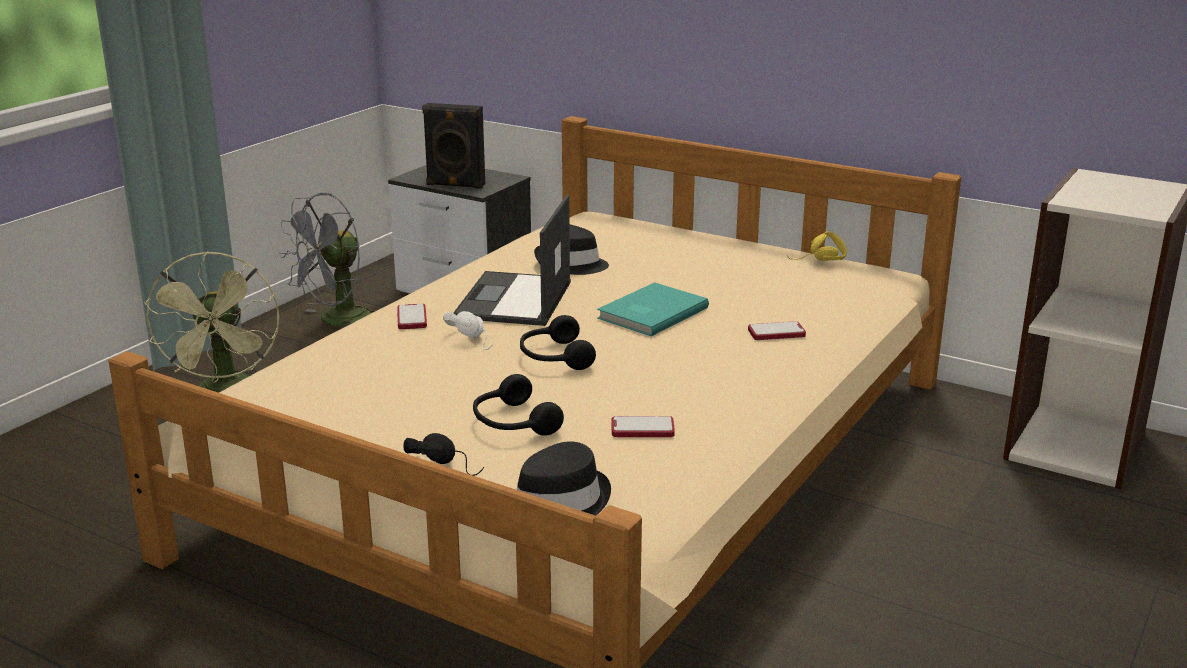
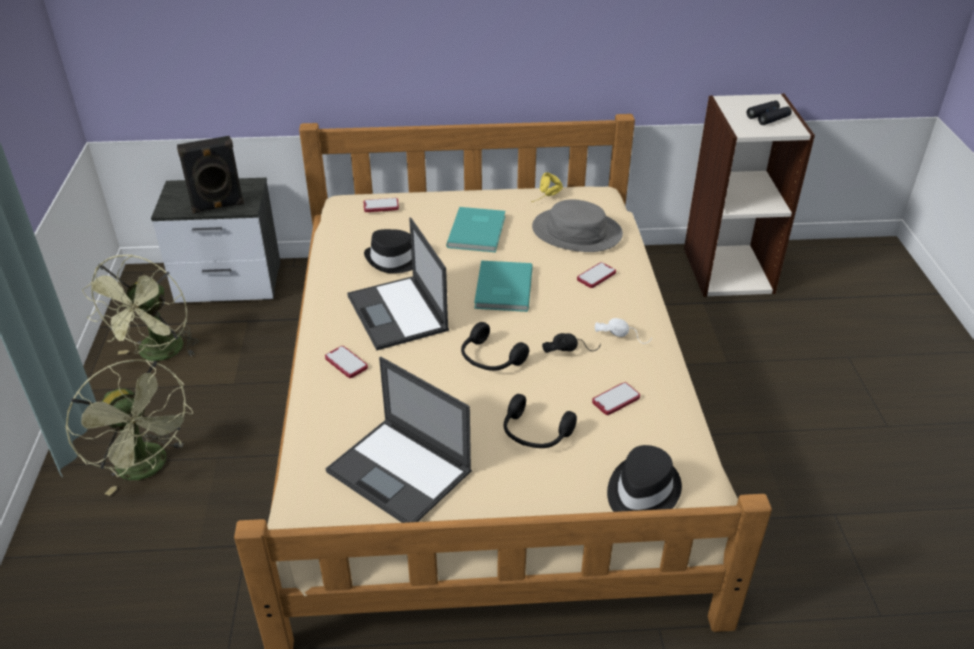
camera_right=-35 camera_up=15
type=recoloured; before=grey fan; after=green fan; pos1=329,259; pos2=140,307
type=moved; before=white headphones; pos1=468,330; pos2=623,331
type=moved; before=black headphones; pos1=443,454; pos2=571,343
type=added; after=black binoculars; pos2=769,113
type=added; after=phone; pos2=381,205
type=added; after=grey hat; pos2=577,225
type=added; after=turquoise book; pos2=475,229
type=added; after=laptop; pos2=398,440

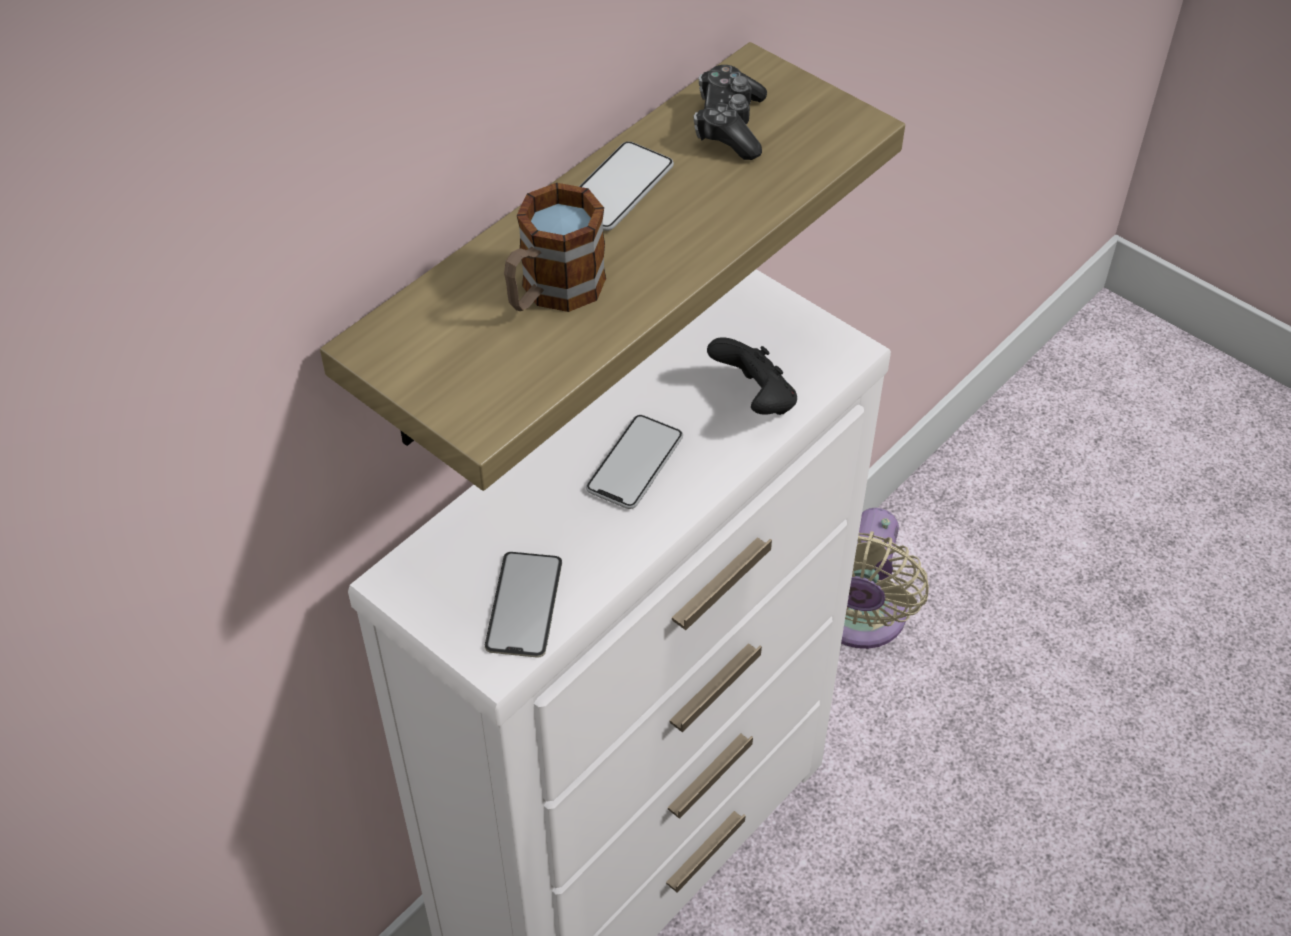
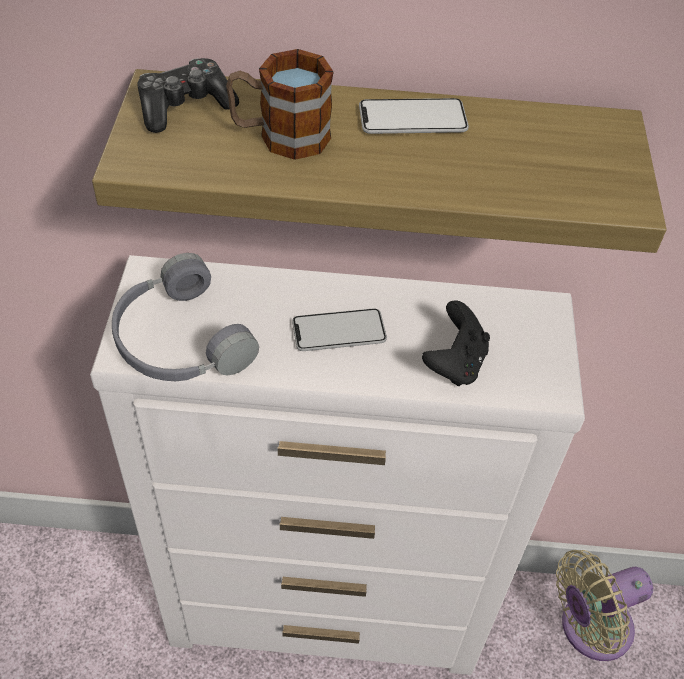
camera_right=50 camera_up=0
type=moved; before=game controller; pos1=730,112; pos2=188,95
type=replaced; before=phone; after=grey headphones; pos1=523,605; pos2=185,317

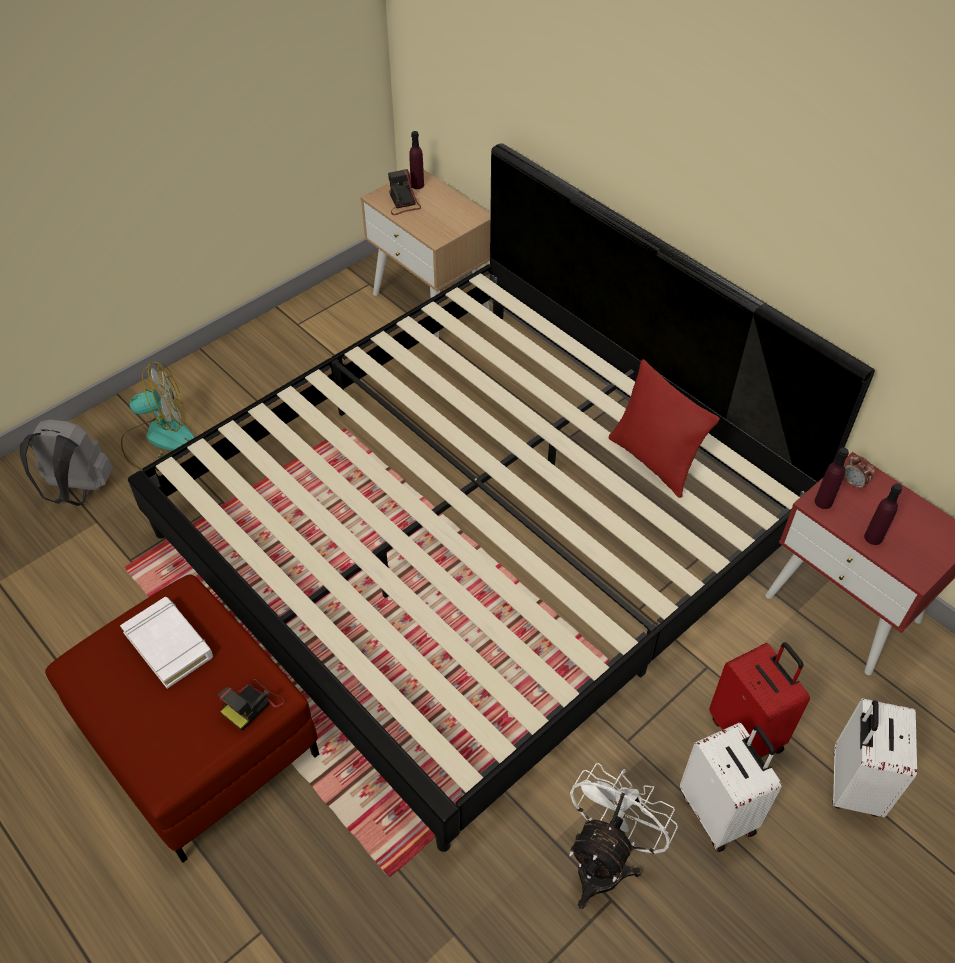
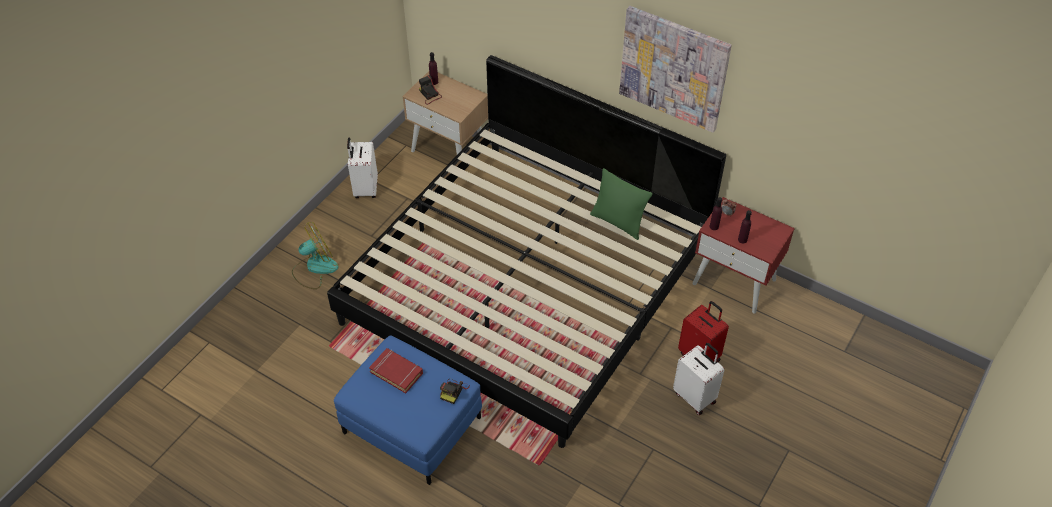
camera_right=-15 camera_up=0
type=recoloured; before=red pillow; after=green pillow; pos1=664,428; pos2=621,204
type=removed; before=grey backpack; pos1=66,462
type=recoloured; before=red ottoman; after=blue ottoman; pos1=182,718; pos2=408,410
type=recoloured; before=white book; after=red book; pos1=166,643; pos2=396,370
type=moved; before=white suitcase; pos1=875,757; pos2=362,168
type=removed; before=white fan; pos1=623,836
type=added; after=picture; pos2=675,69

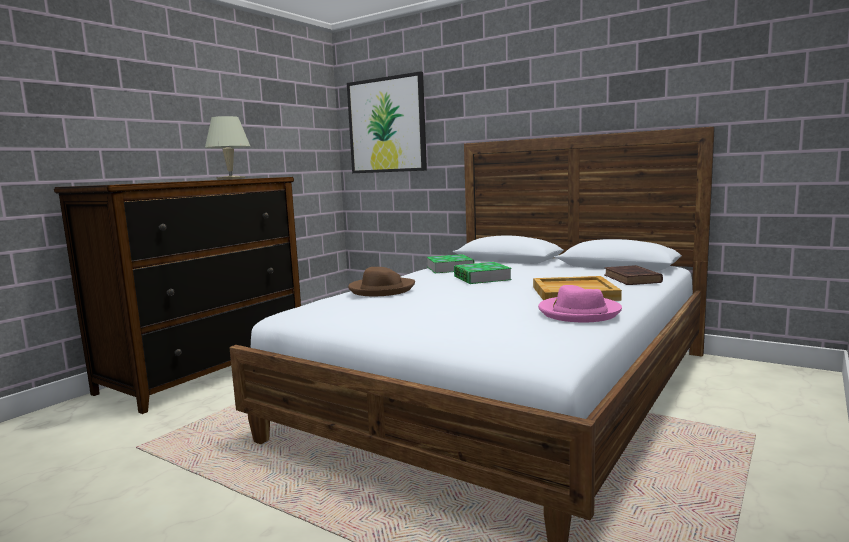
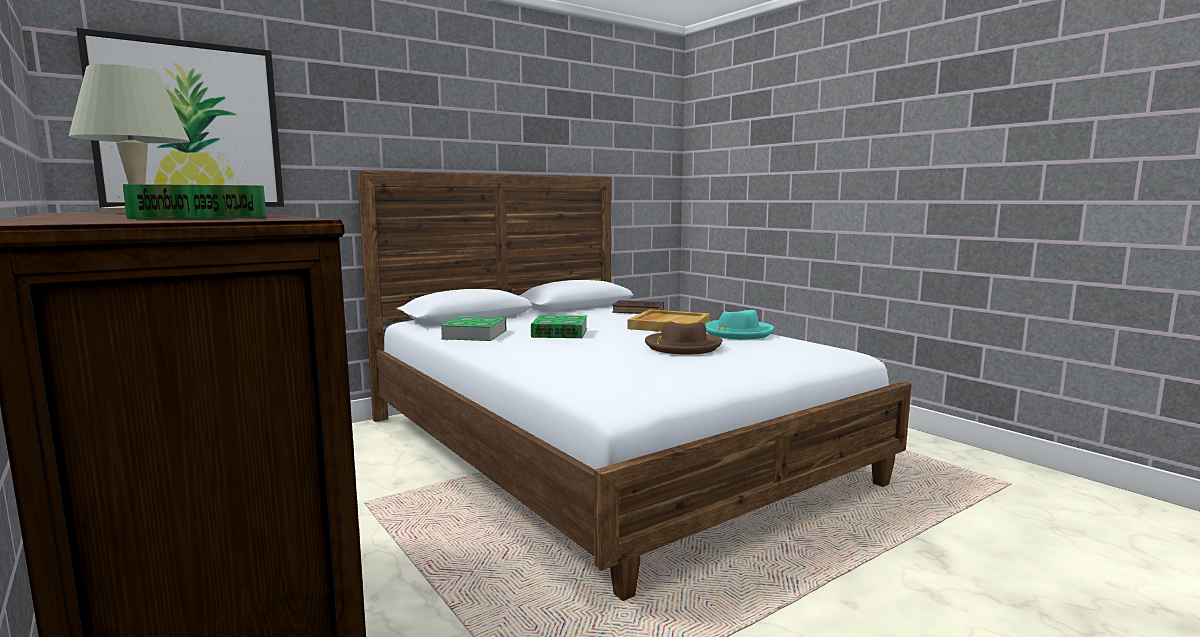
camera_right=-70 camera_up=0
type=moved; before=brown hat; pos1=381,281; pos2=683,338
type=recoloured; before=pink hat; after=turquoise hat; pos1=580,303; pos2=739,324
type=added; after=book; pos2=194,201

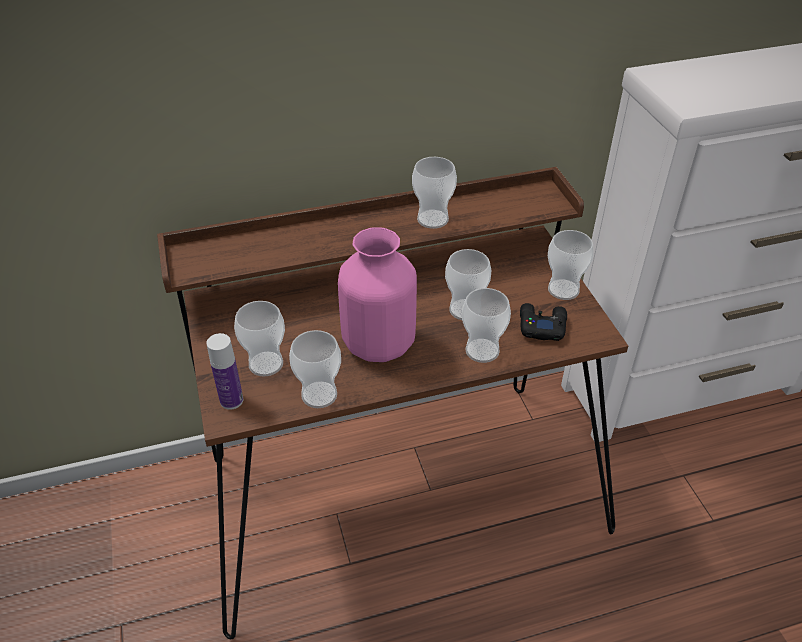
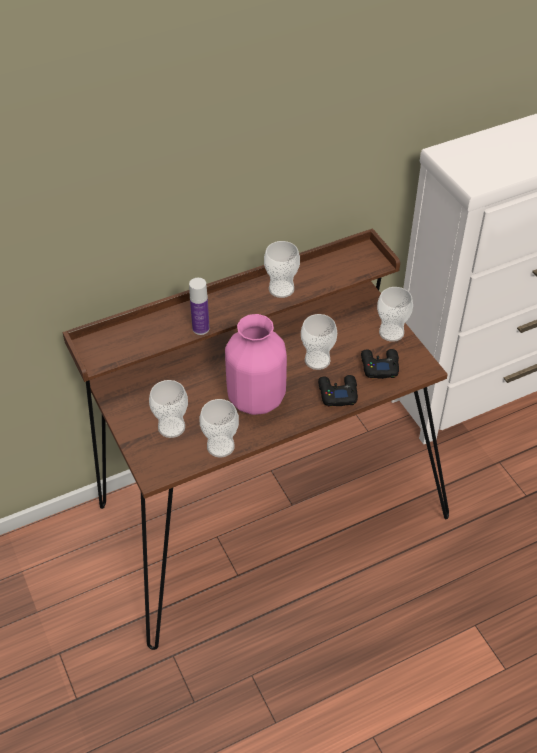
camera_right=-10 camera_up=5
type=replaced; before=cup; after=black game controller; pos1=486,325; pos2=338,391
type=moved; before=bottle; pos1=224,371; pos2=199,306

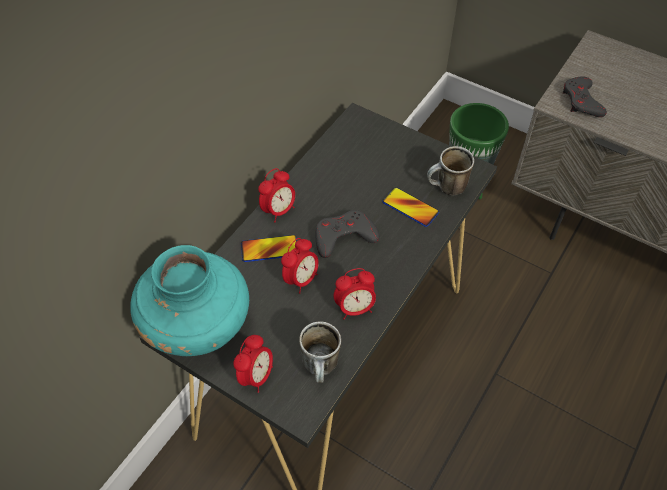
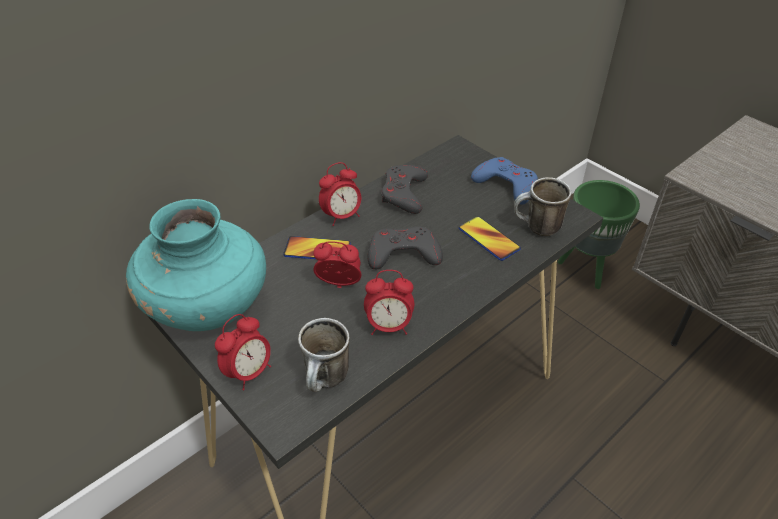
camera_right=15 camera_up=-10
type=moved; before=grey game controller; pos1=585,96; pos2=404,189
type=turned; before=alarm clock; pos1=300,265; pos2=337,264; turn=-135
type=added; after=blue game controller; pos2=504,181

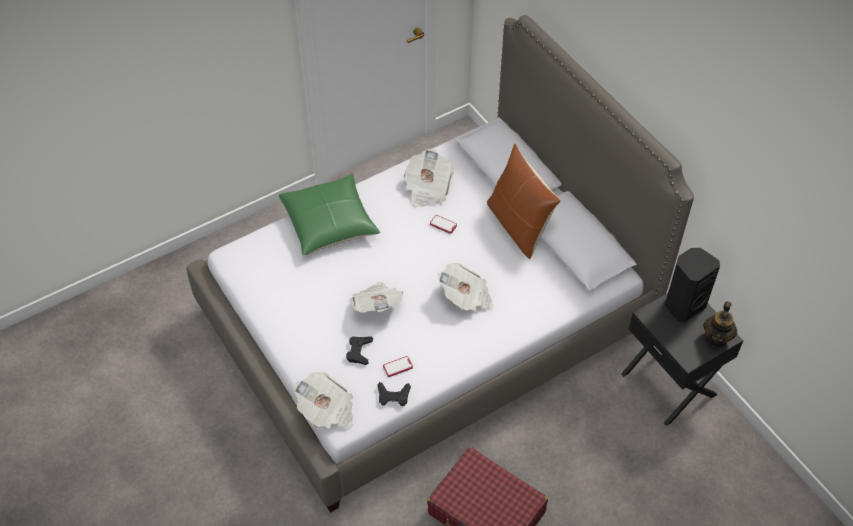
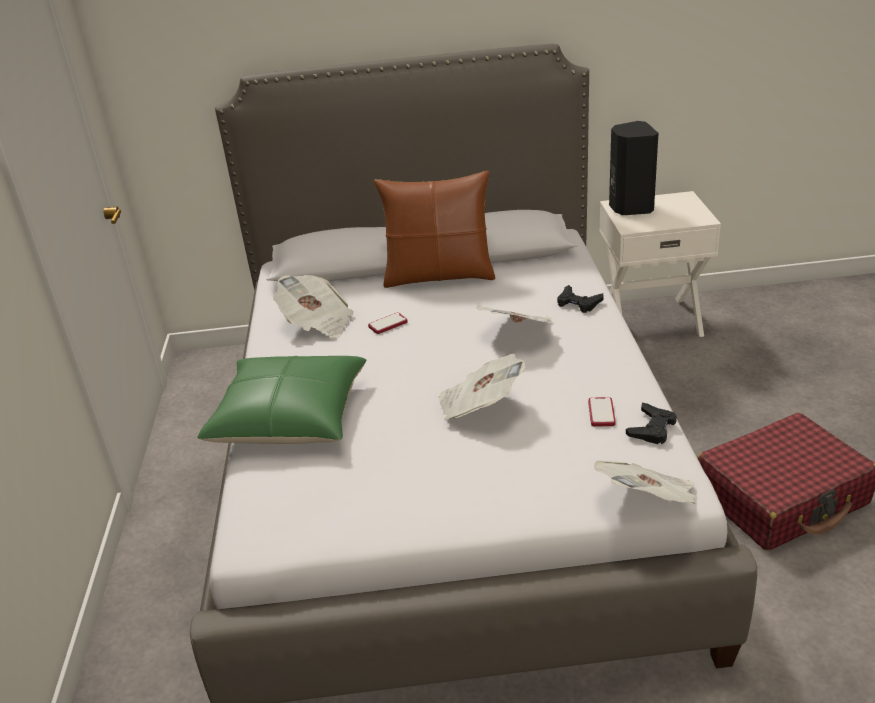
camera_right=-60 camera_up=-20
type=recoloured; before=black nightstand; after=white nightstand; pos1=682,359; pos2=660,264
type=removed; before=teapot; pos1=720,324
type=moved; before=black game controller; pos1=359,350; pos2=580,299

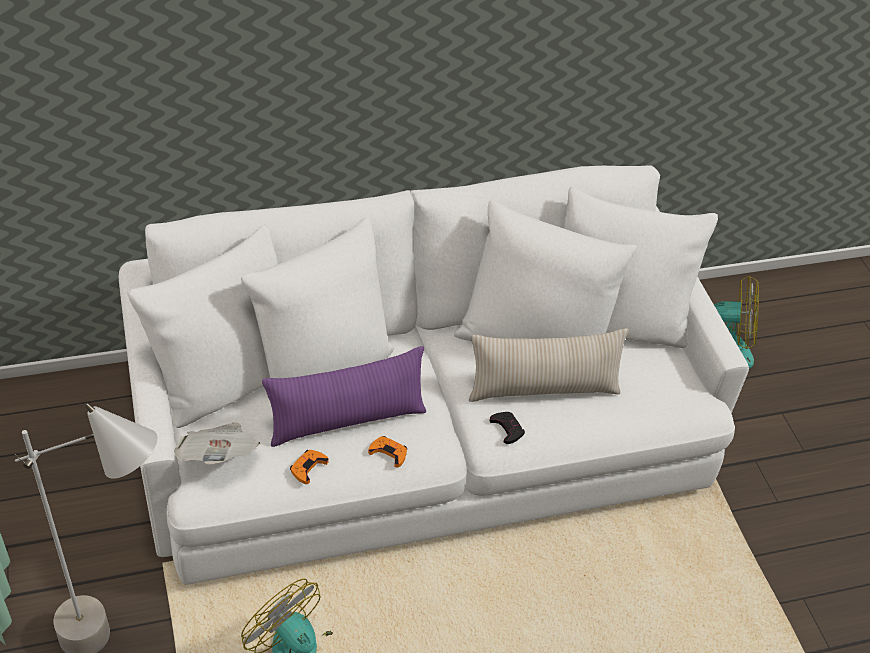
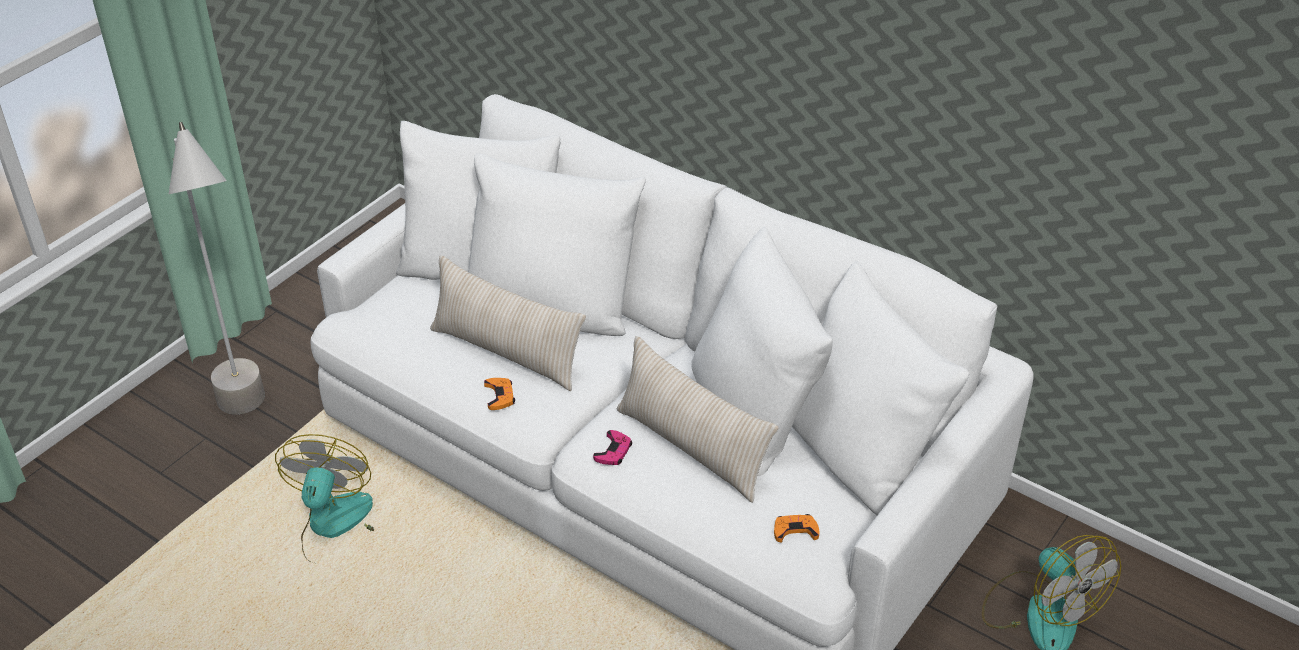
camera_right=55 camera_up=-5
type=recoloured; before=purple pillow; after=beige pillow; pos1=344,396; pos2=508,323
type=recoloured; before=black game controller; after=pink game controller; pos1=507,428; pos2=612,447
type=removed; before=newspaper; pos1=217,443
type=moved; before=orange game controller; pos1=309,467; pos2=797,528

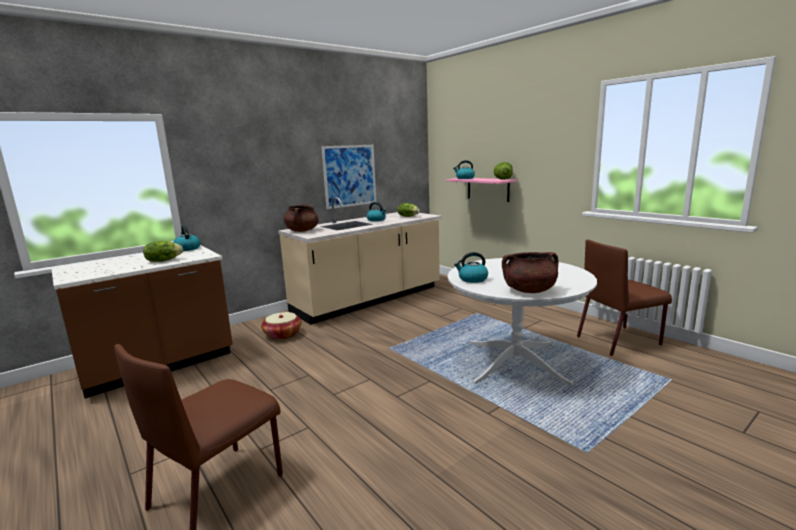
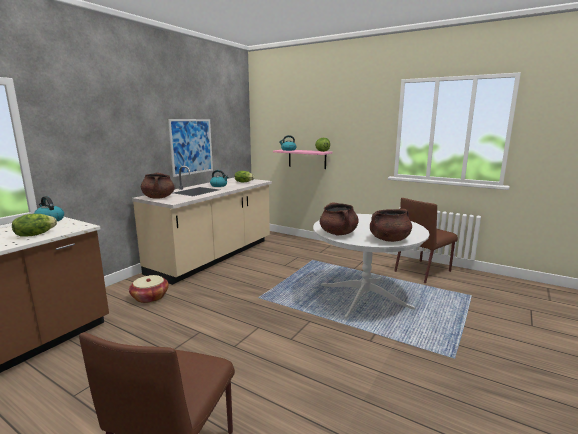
camera_right=-20 camera_up=0
type=replaced; before=kettle; after=brown cooking pot; pos1=471,267; pos2=339,219

